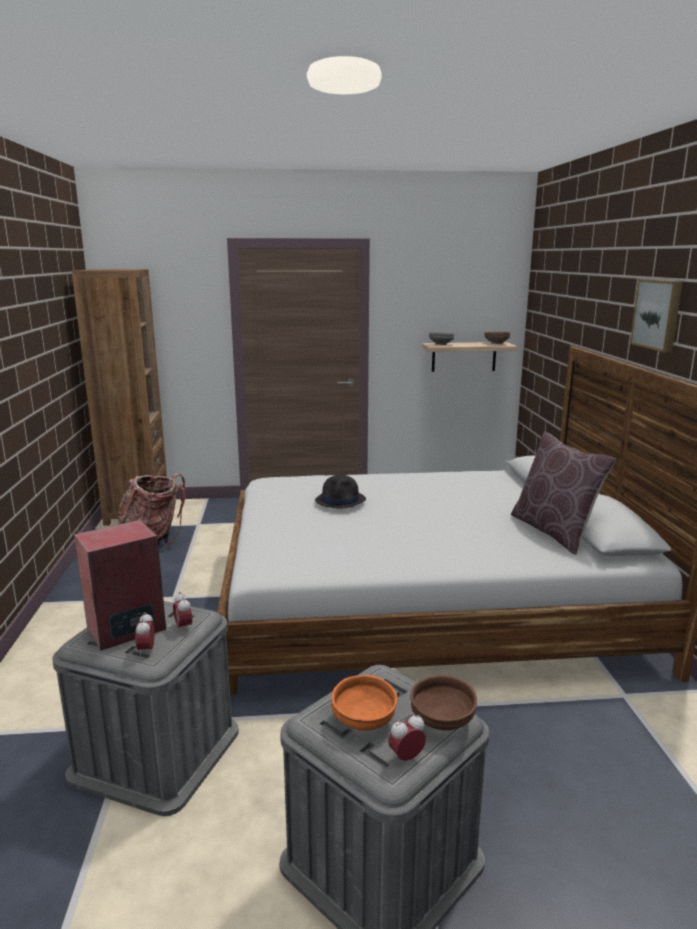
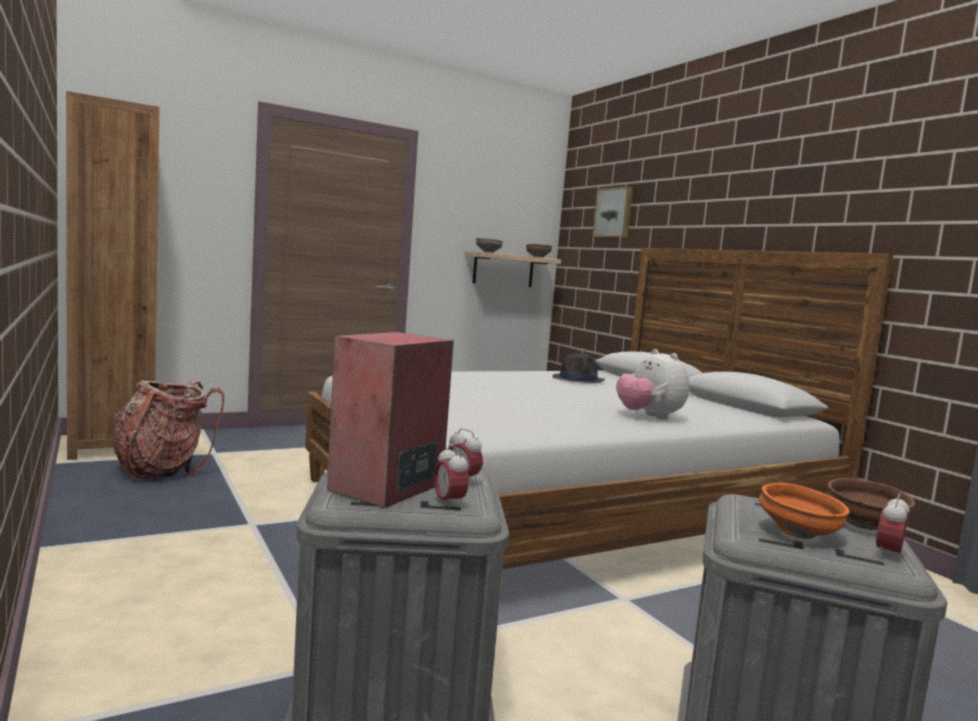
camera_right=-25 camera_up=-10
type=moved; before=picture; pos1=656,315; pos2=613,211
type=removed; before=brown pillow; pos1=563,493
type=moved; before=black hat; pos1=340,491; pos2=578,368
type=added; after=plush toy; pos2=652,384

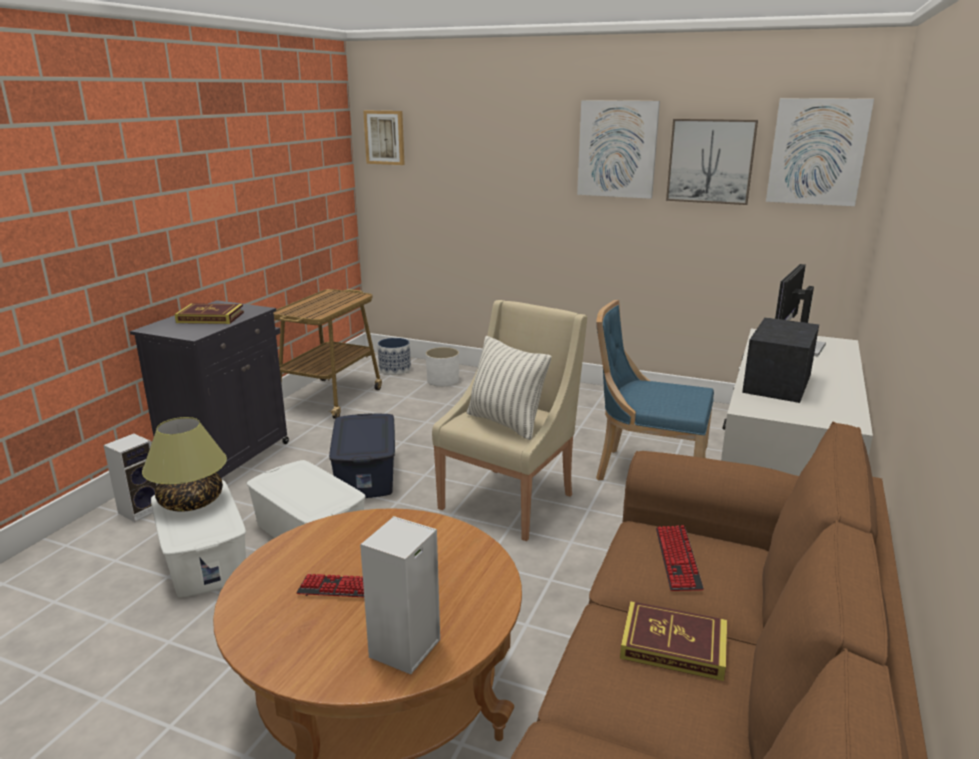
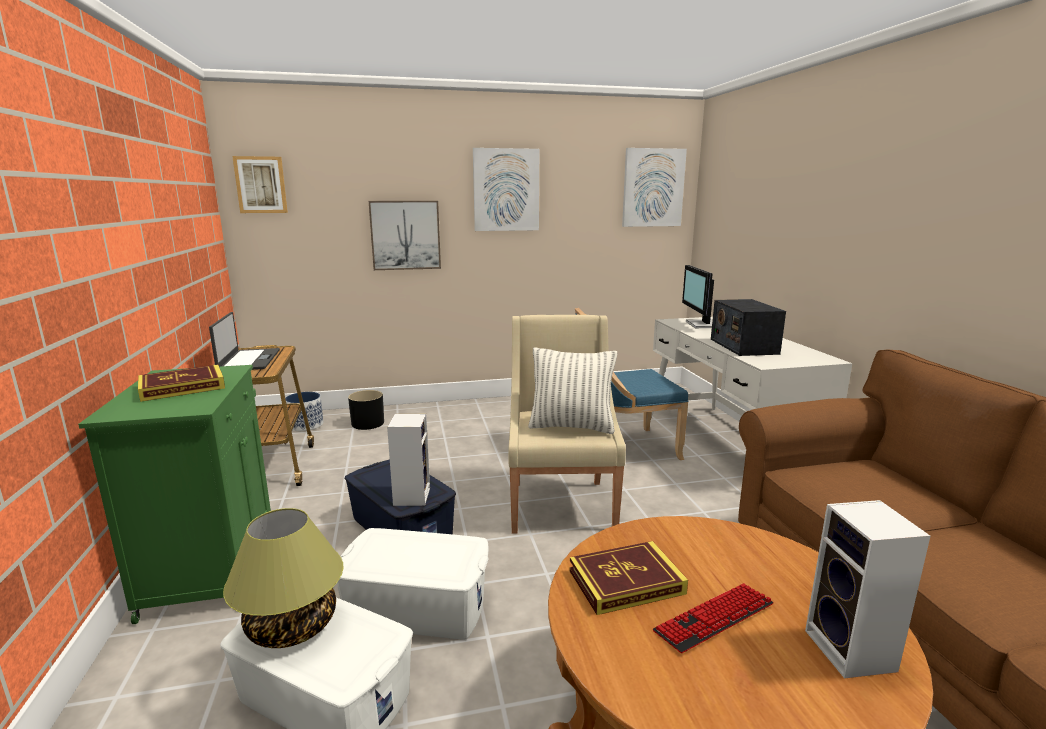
camera_right=-35 camera_up=-5
type=moved; before=picture; pos1=712,162; pos2=405,235
type=recoloured; before=black cabinet; after=green cabinet; pos1=209,389; pos2=174,494
type=recoloured; before=white planter; after=black planter; pos1=442,366; pos2=366,410
type=moved; before=speaker; pos1=130,477; pos2=408,460
type=removed; before=keyboard; pos1=680,558
type=moved; before=book; pos1=673,641; pos2=628,578
type=added; after=laptop; pos2=244,341

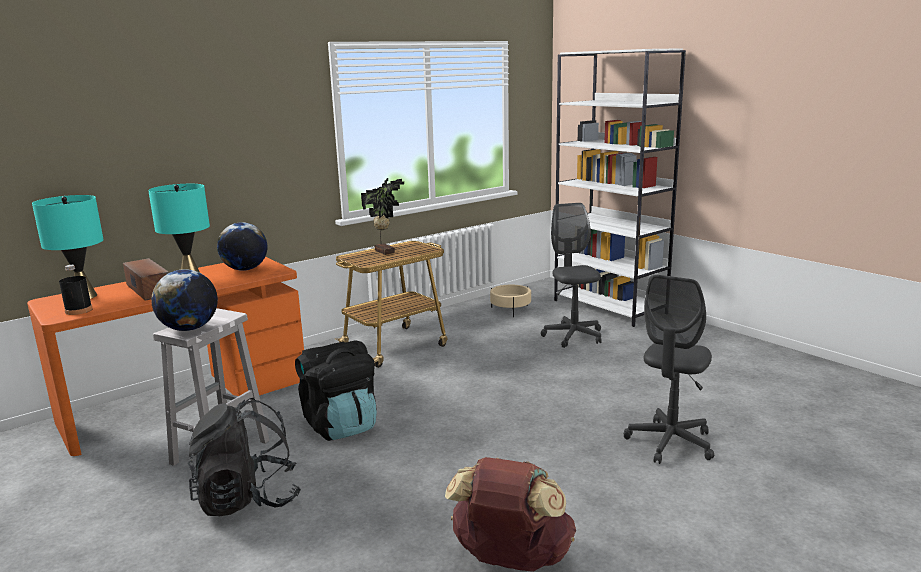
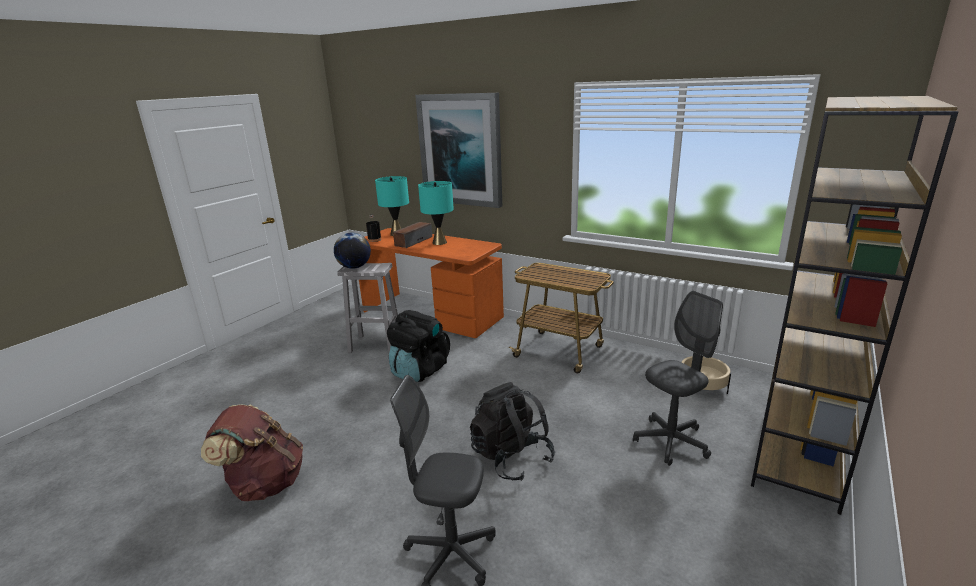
camera_right=70 camera_up=5
type=recoloured; before=white bookcase; after=brown bookcase; pos1=620,187; pos2=855,305
type=removed; before=potted plant; pos1=382,216
type=removed; before=globe; pos1=242,246
type=moved; before=black backpack; pos1=244,457; pos2=512,431
type=added; after=picture; pos2=458,150

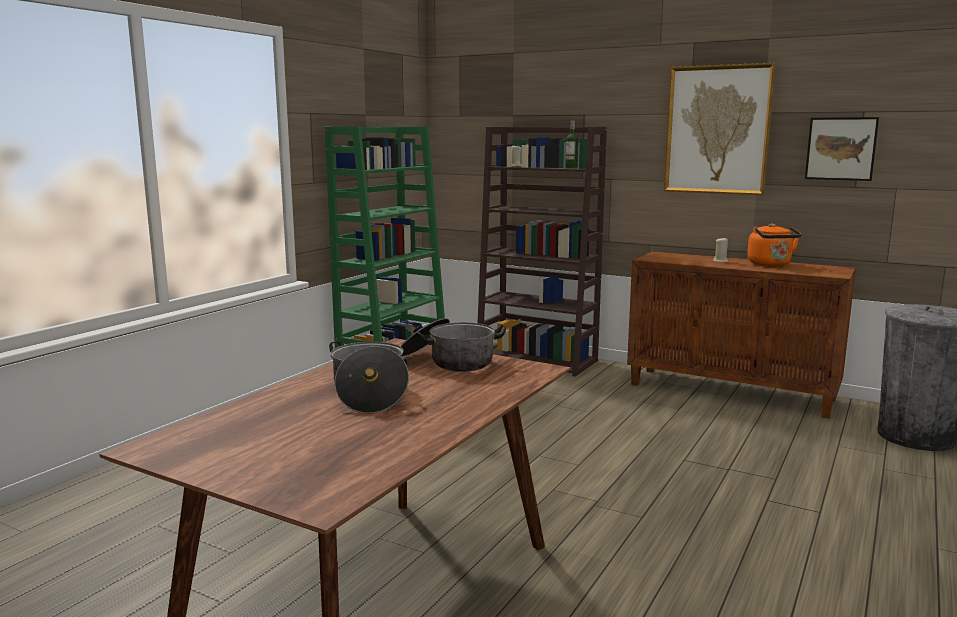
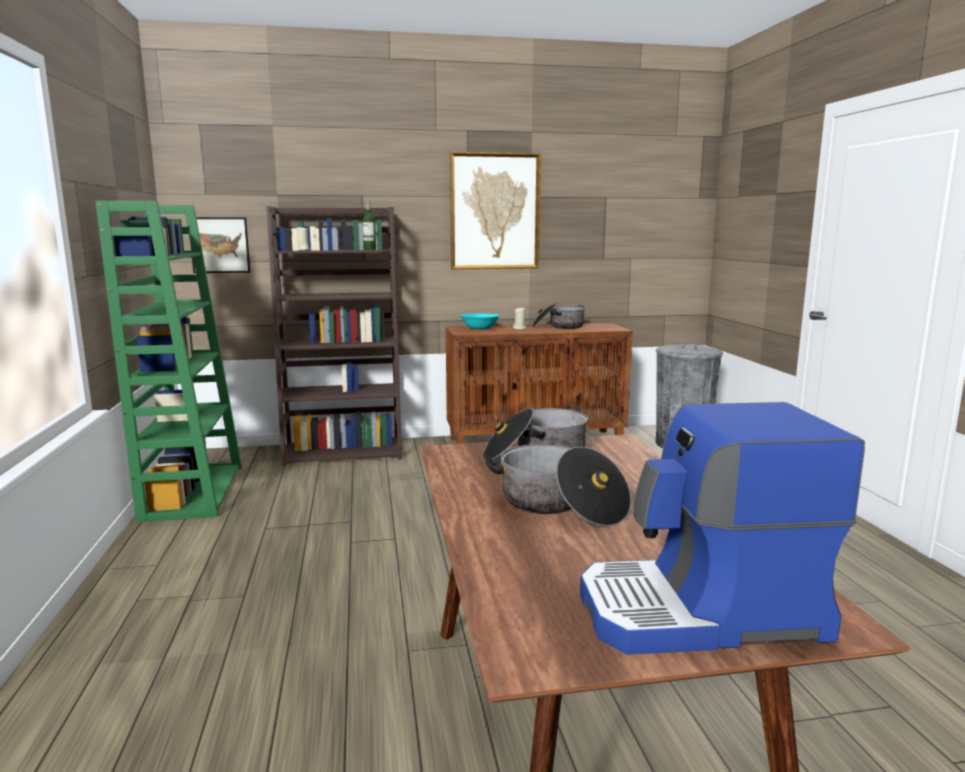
camera_right=-40 camera_up=0
type=moved; before=picture; pos1=842,149; pos2=220,245
type=replaced; before=orange kettle; after=cooking pot; pos1=774,244; pos2=558,316
type=added; after=turquoise bowl; pos2=480,321
type=added; after=coffee machine; pos2=722,528

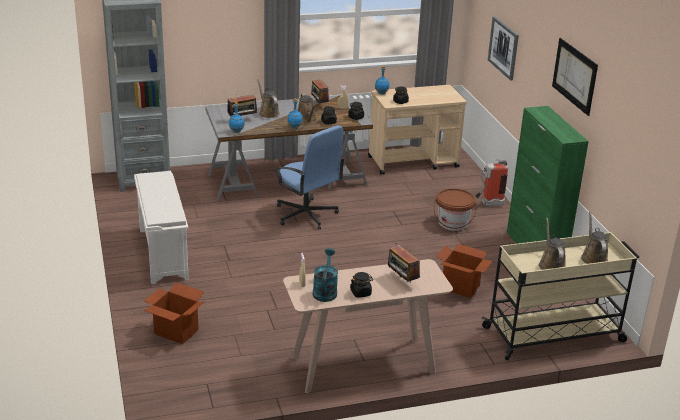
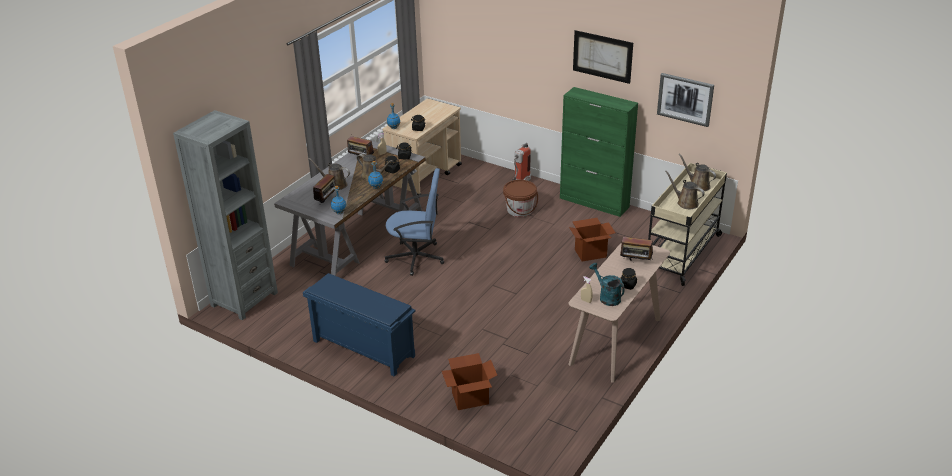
camera_right=-40 camera_up=5
type=moved; before=picture; pos1=503,48; pos2=685,100
type=recoloured; before=white shoe rack; after=blue shoe rack; pos1=161,227; pos2=359,325

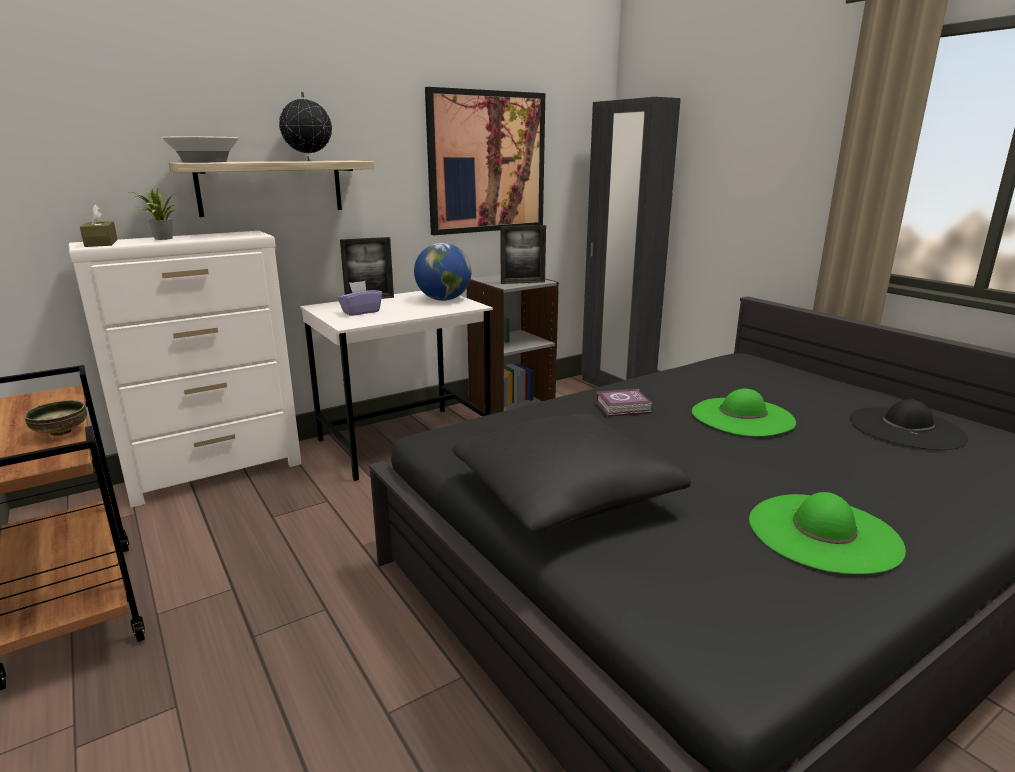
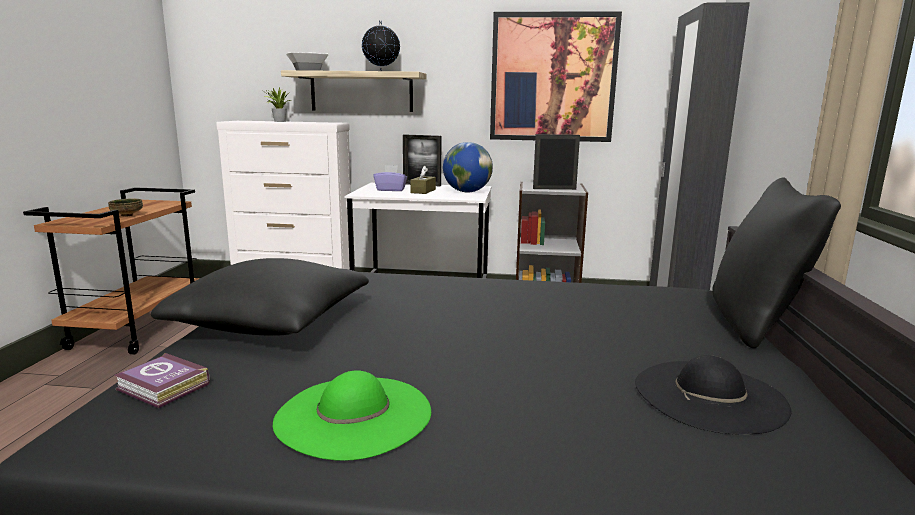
camera_right=40 camera_up=-5
type=moved; before=brown tissue box; pos1=99,225; pos2=423,179
type=turned; before=picture frame; pos1=523,254; pos2=556,162; turn=150
type=moved; before=book; pos1=624,403; pos2=162,381
type=removed; before=green hat; pos1=744,412
type=added; after=black pillow; pos2=776,262

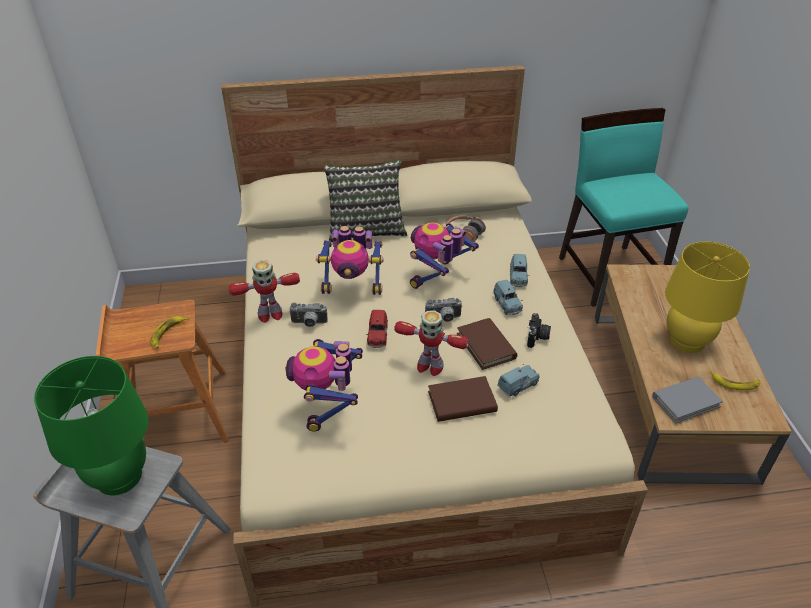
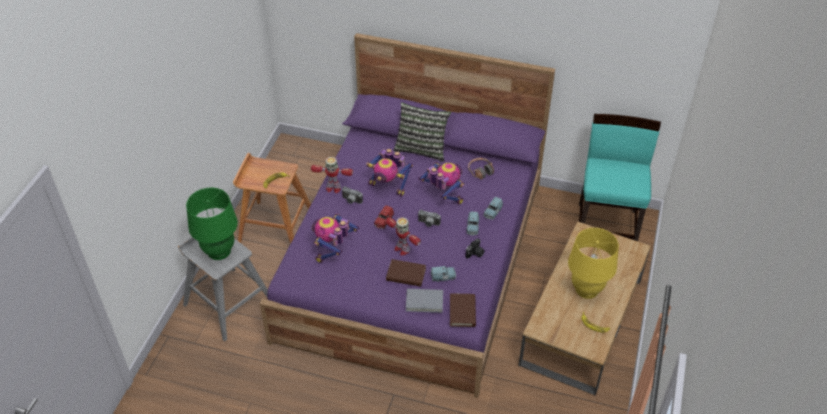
camera_right=25 camera_up=5
type=recoloured; before=beige bed; after=purple bed; pos1=434,336; pos2=407,215
type=turned; before=toy robot; pos1=444,256; pos2=441,183; turn=75
type=moved; before=brown book; pos1=487,344; pos2=463,310
type=moved; before=grey book; pos1=687,400; pos2=424,301

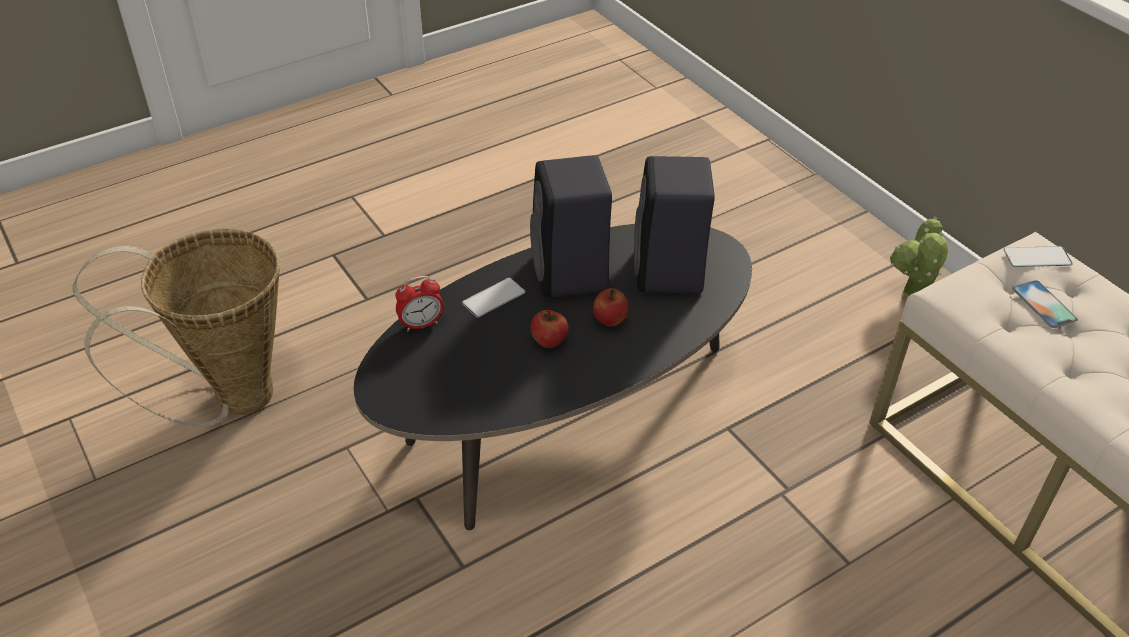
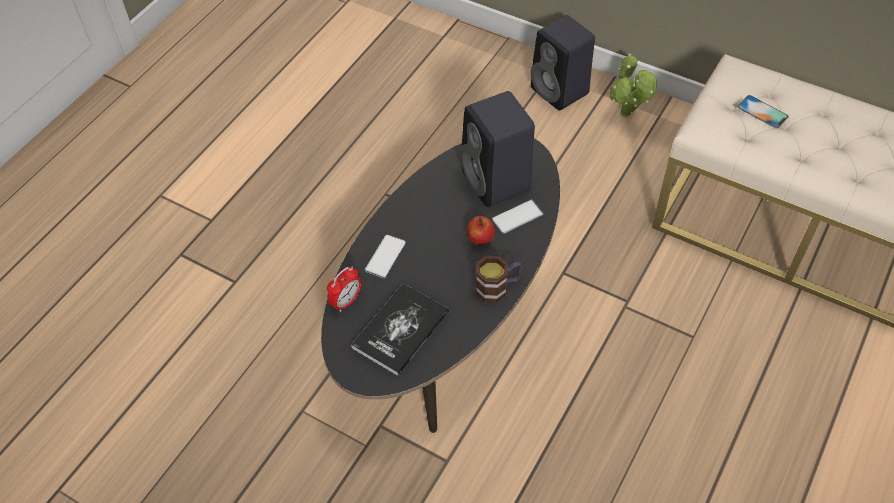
camera_right=-25 camera_up=10
type=moved; before=black speaker; pos1=571,226; pos2=563,63
type=removed; before=basket; pos1=176,328
type=moved; before=phone; pos1=1038,256; pos2=518,217
type=removed; before=apple; pos1=550,329
type=added; after=mug; pos2=499,279
type=added; after=book; pos2=400,329

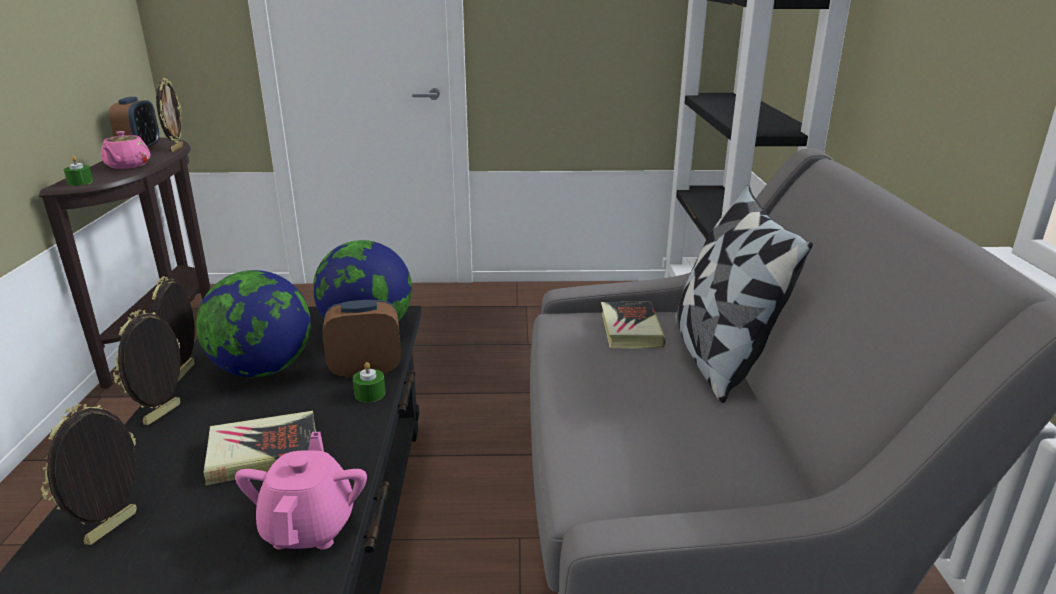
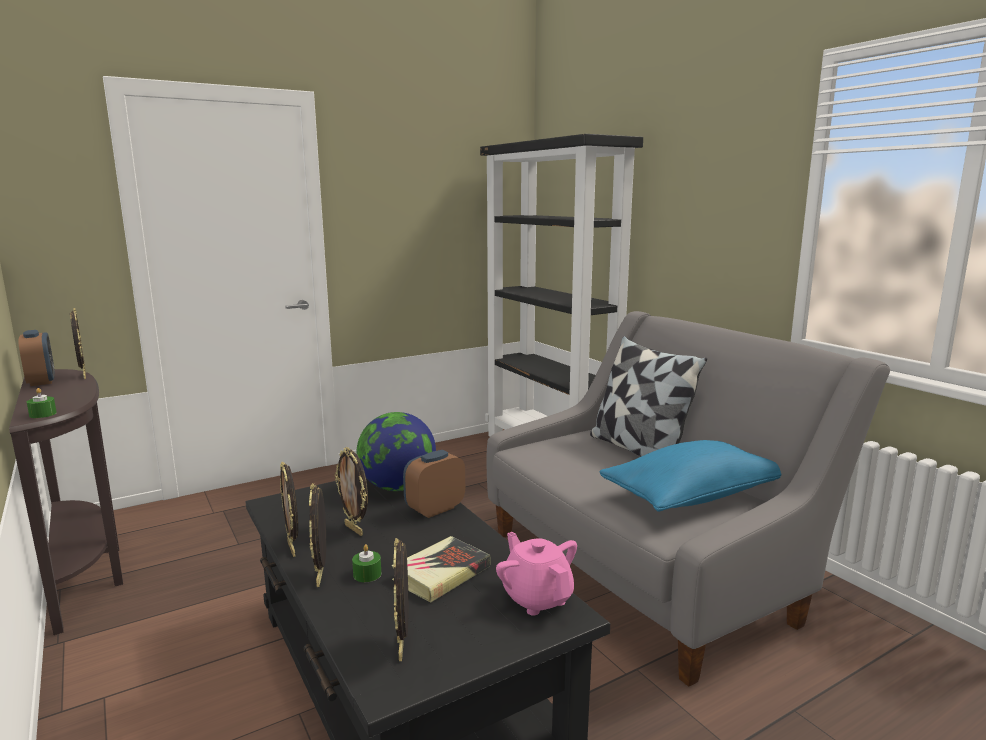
camera_right=-30 camera_up=-10
type=removed; before=pink teapot; pos1=125,150
type=replaced; before=globe; after=picture frame; pos1=253,323; pos2=351,491
type=removed; before=book; pos1=633,325
type=moved; before=green candle; pos1=369,382; pos2=366,563
type=added; after=blue pillow; pos2=690,476

